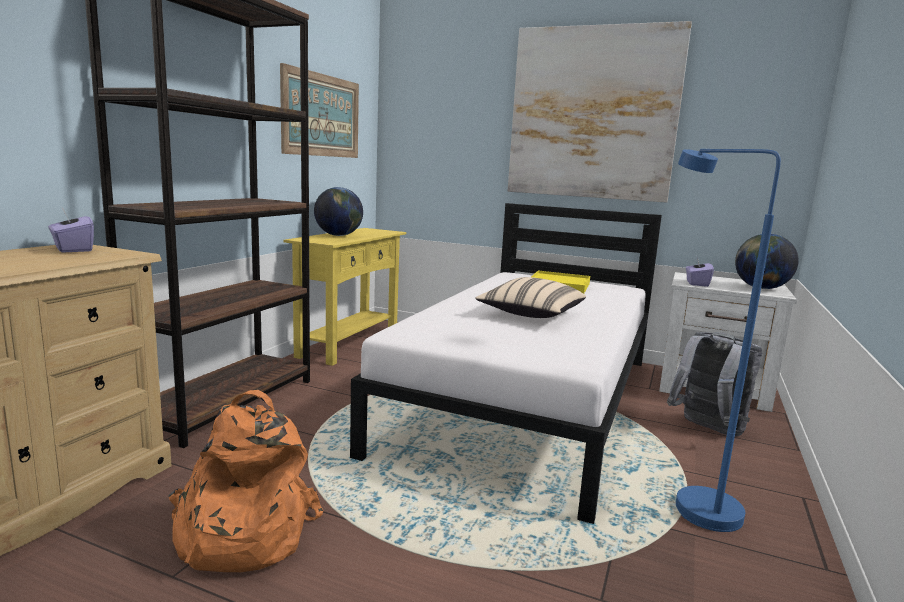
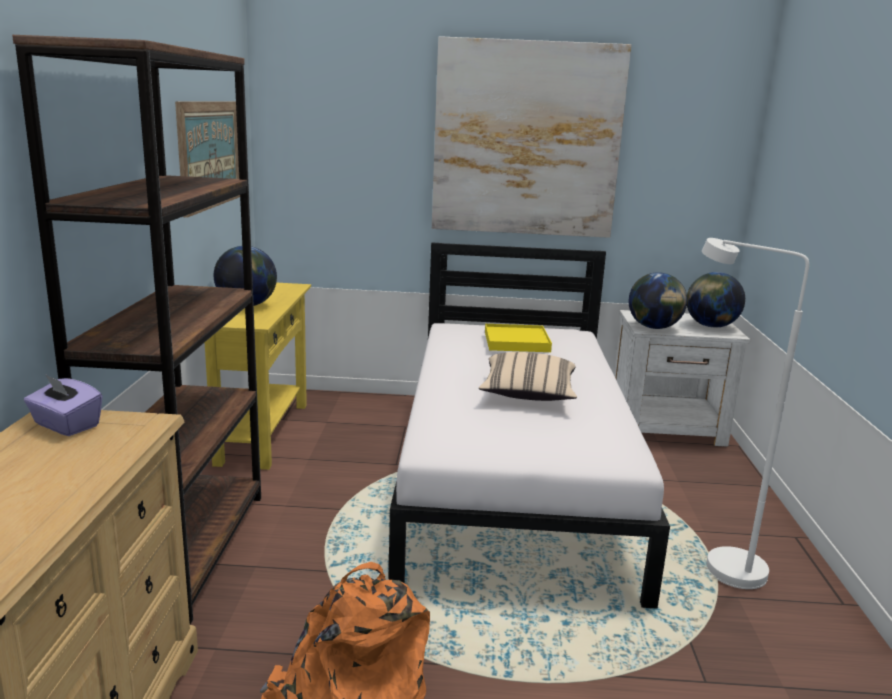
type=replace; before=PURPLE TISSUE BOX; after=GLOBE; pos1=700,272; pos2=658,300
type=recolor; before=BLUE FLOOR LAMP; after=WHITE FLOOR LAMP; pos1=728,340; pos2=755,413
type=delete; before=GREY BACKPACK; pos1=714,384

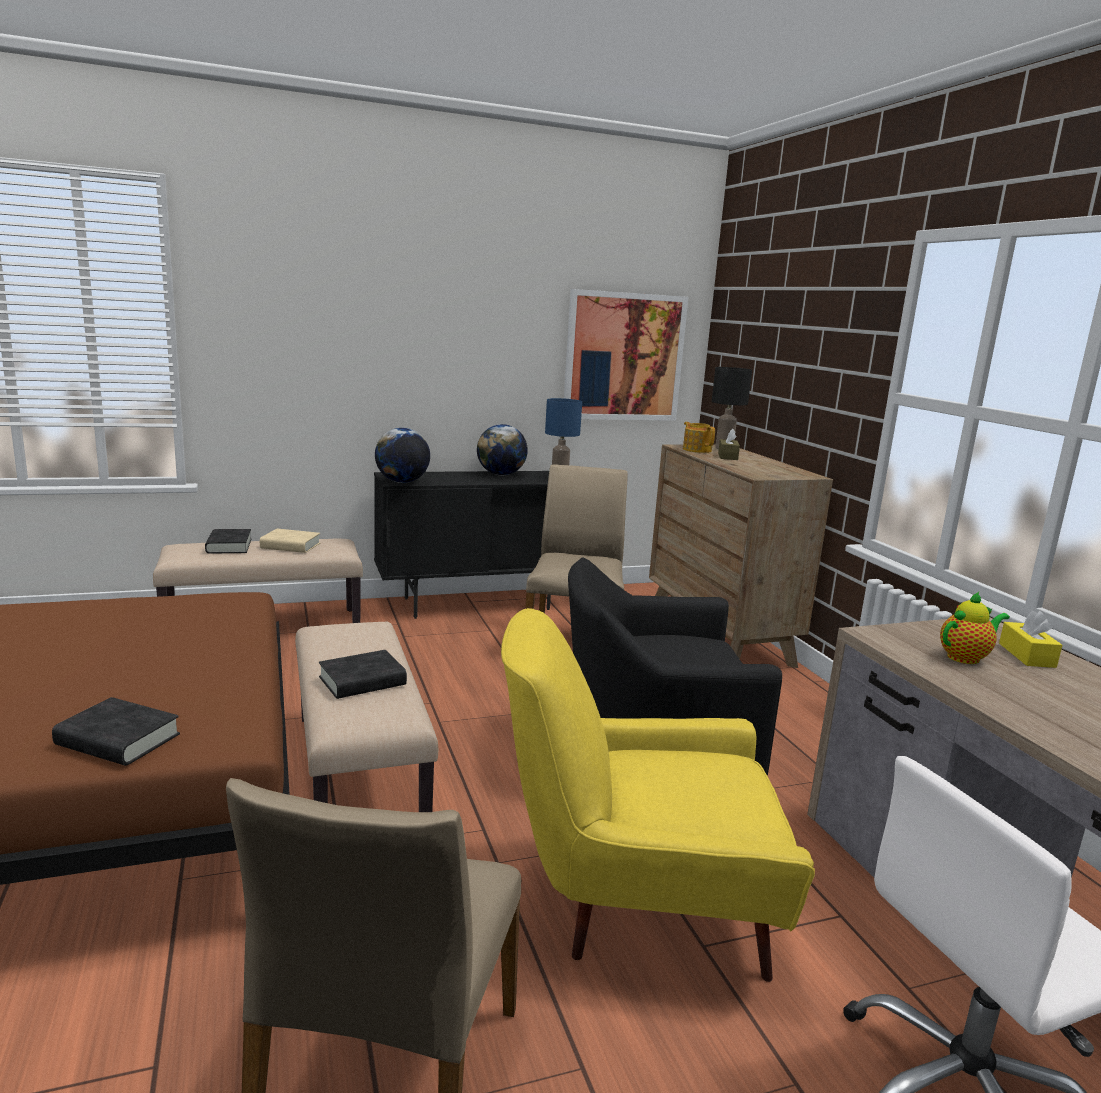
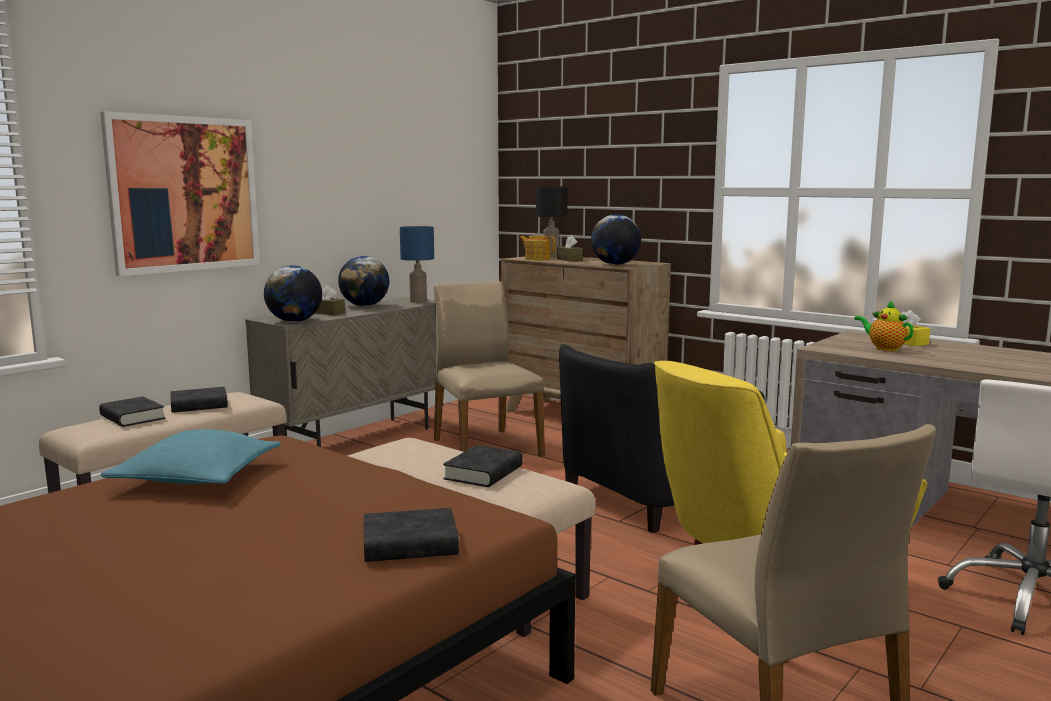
type=move; before=PICTURE; pos1=626,355; pos2=180,193
type=insert; after=TURQUOISE PILLOW; pos2=190,456
type=recolor; before=BEIGE BOOK; after=BLACK BOOK; pos1=290,541; pos2=199,400
type=recolor; before=BLACK CABINET; after=BEIGE CABINET; pos1=462,545; pos2=341,372
type=insert; after=BROWN TISSUE BOX; pos2=329,300
type=insert; after=GLOBE; pos2=616,239
type=rotate; before=TEAPOT; pos1=975,628; pos2=884,325; turn=-75

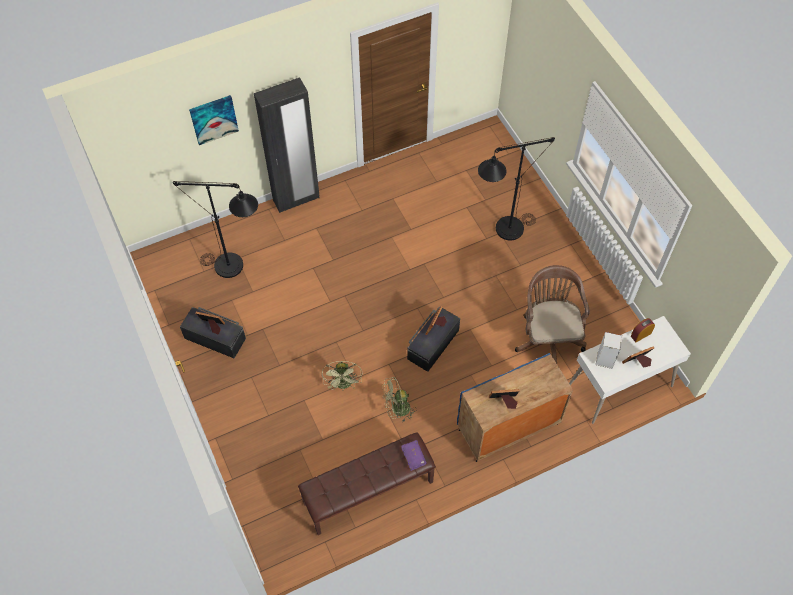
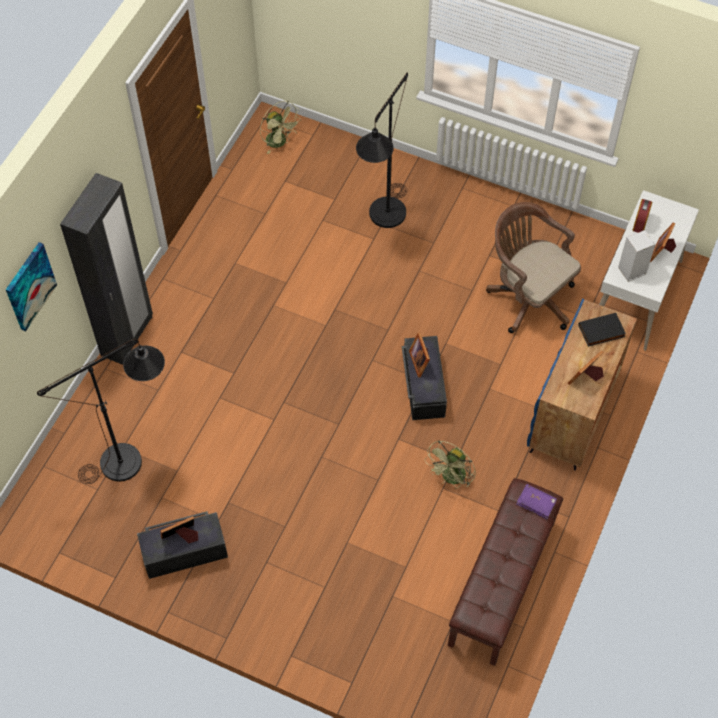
type=move; before=GREEN FAN; pos1=342,375; pos2=281,127
type=insert; after=BLACK BOOK; pos2=602,330

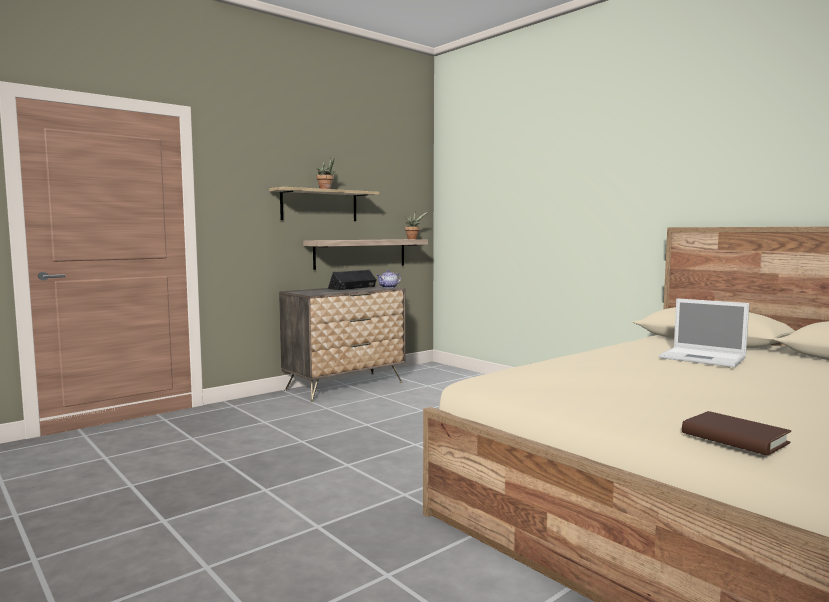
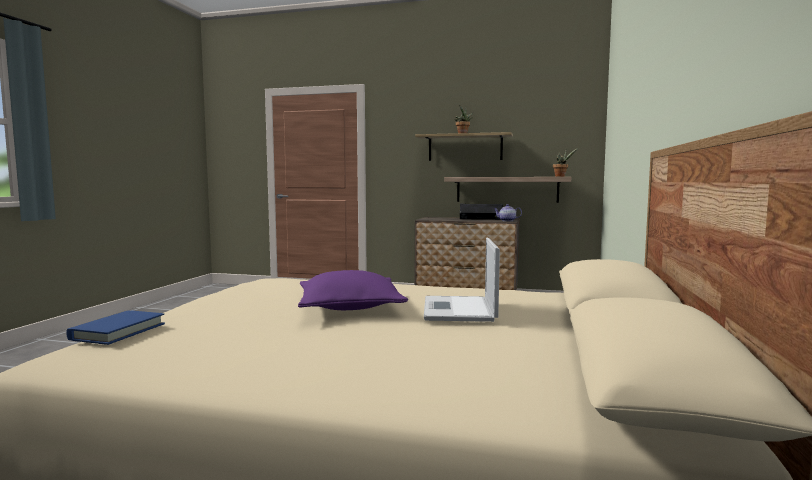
type=recolor; before=BROWN BOOK; after=BLUE BOOK; pos1=736,433; pos2=115,327
type=insert; after=PURPLE PILLOW; pos2=353,290

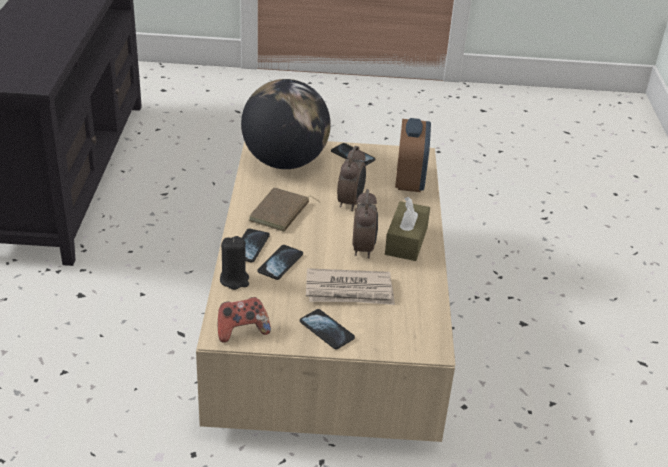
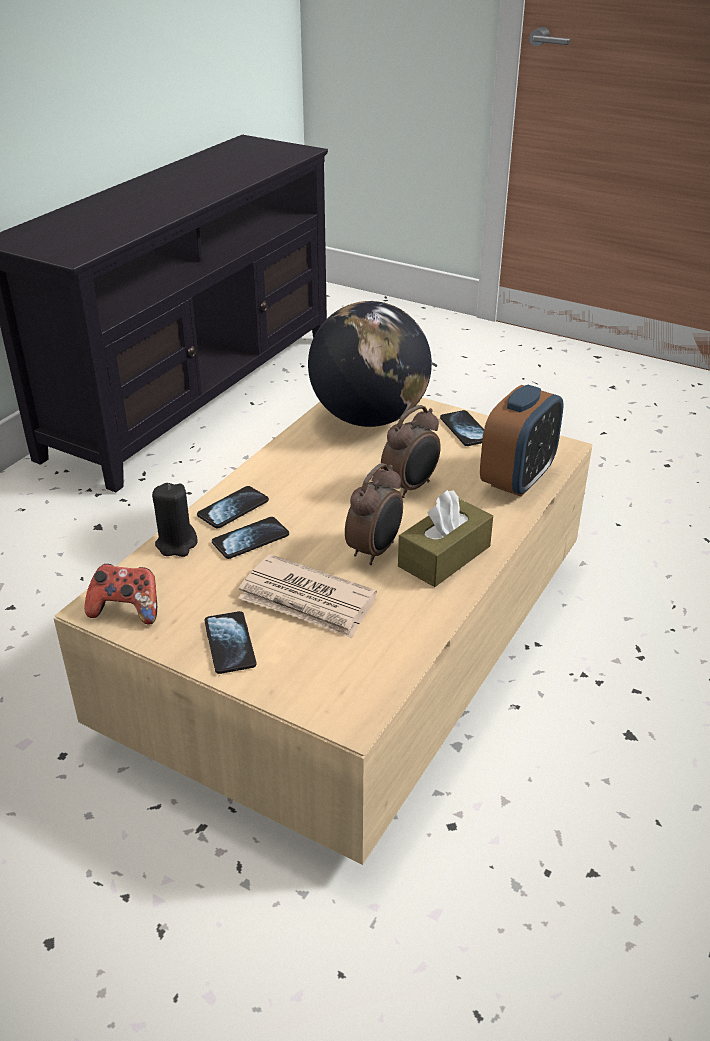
type=delete; before=BROWN BOOK; pos1=284,209

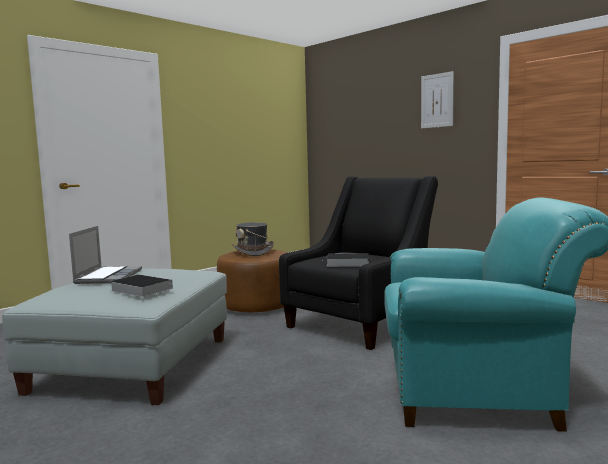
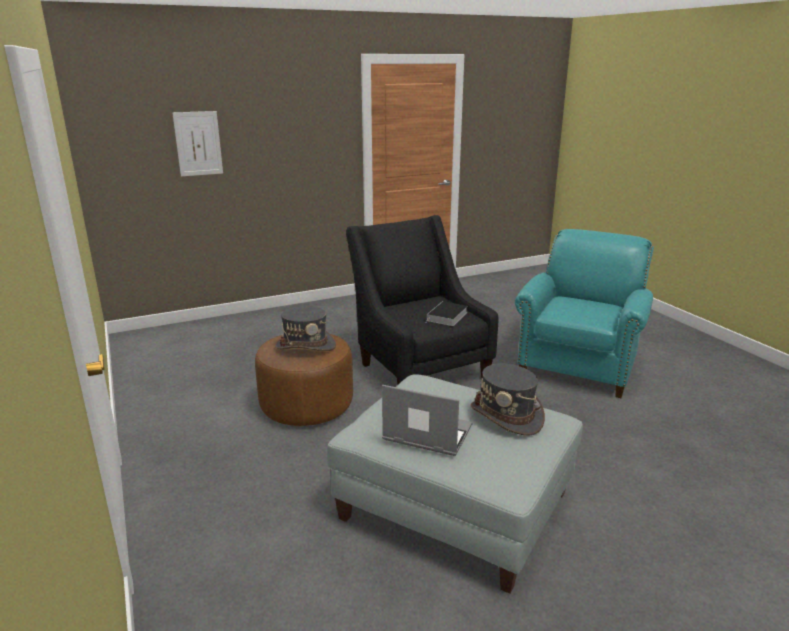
type=move; before=PICTURE; pos1=437,99; pos2=197,144
type=replace; before=BOOK; after=GREY HAT; pos1=141,285; pos2=508,399

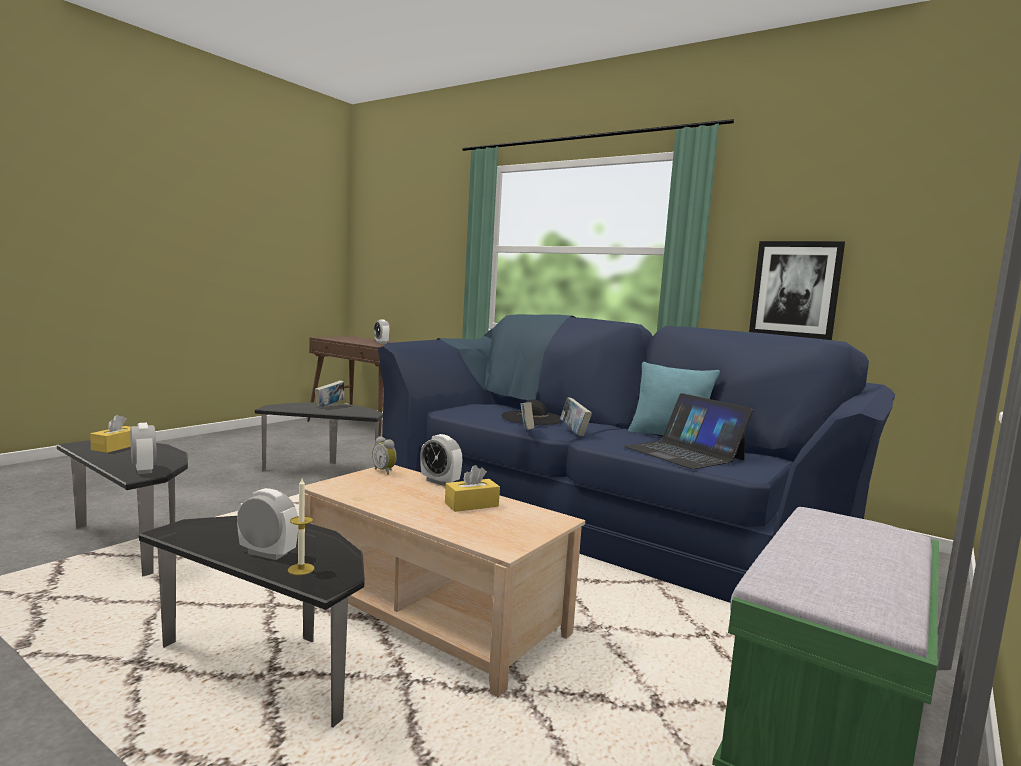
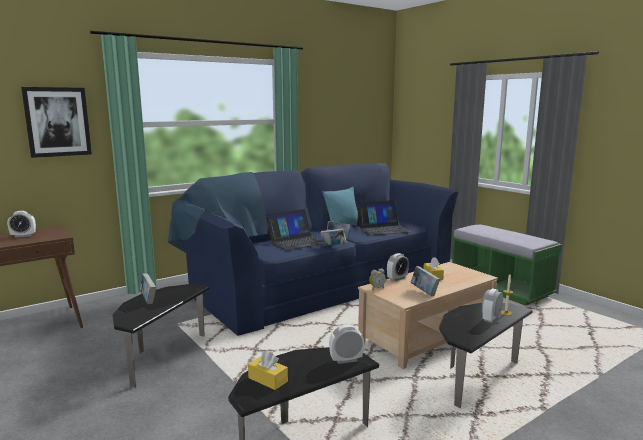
type=move; before=PICTURE; pos1=797,290; pos2=56,122
type=replace; before=BLACK HAT; after=LAPTOP; pos1=531,412; pos2=294,229
type=insert; after=BOOK; pos2=425,281

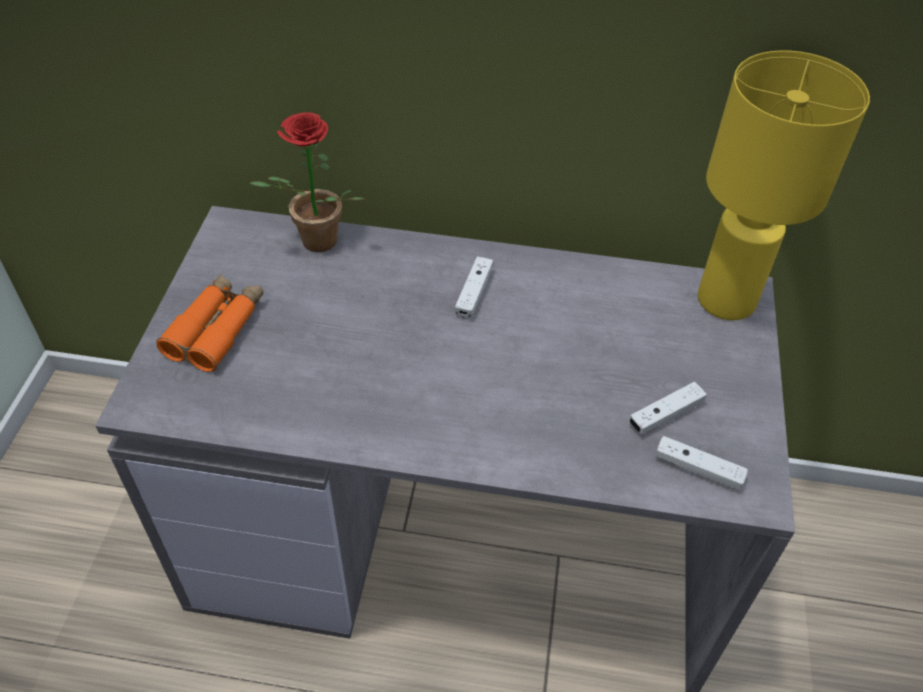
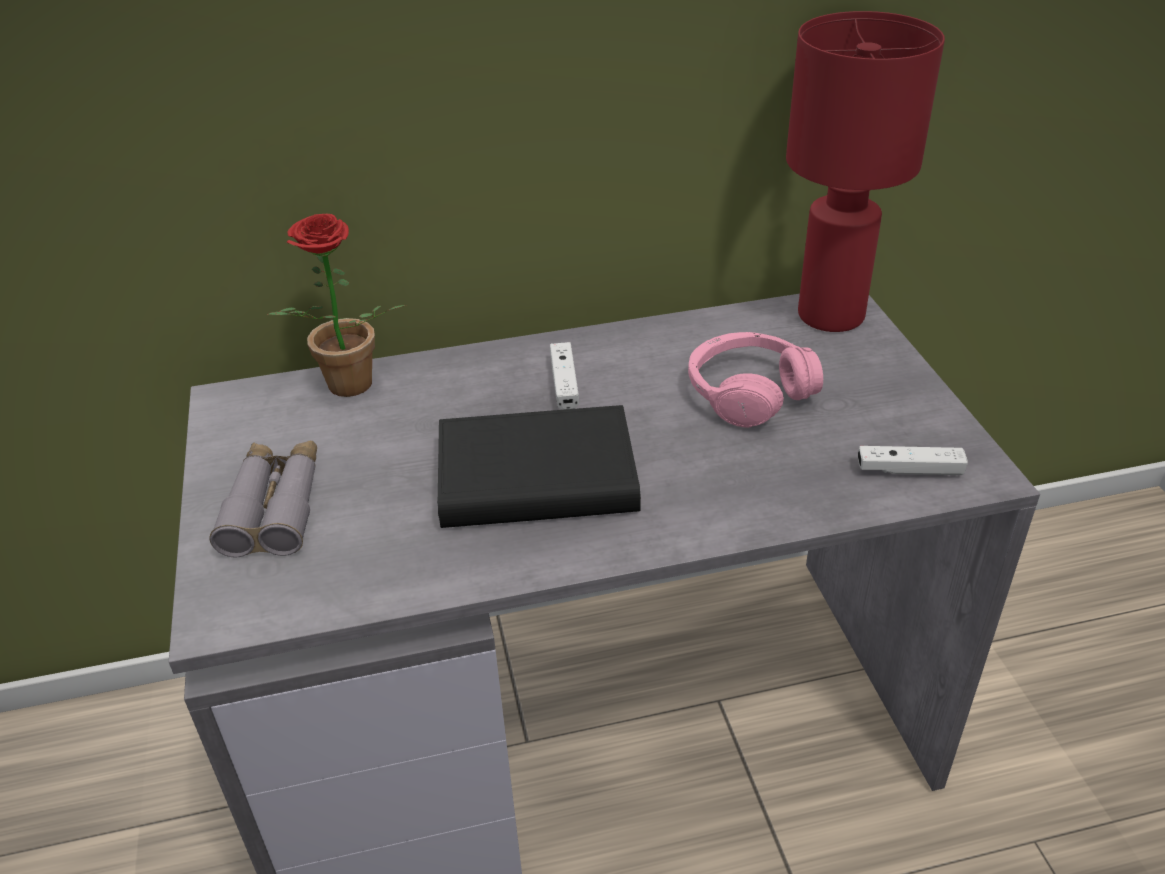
type=recolor; before=ORANGE BINOCULARS; after=GREY BINOCULARS; pos1=210,323; pos2=263,499
type=insert; after=BLACK BOOK; pos2=539,466
type=insert; after=PINK HEADPHONES; pos2=755,380
type=recolor; before=YELLOW TABLE LAMP; after=RED TABLE LAMP; pos1=784,185; pos2=865,171
type=delete; before=WHITE GAME CONTROLLER; pos1=668,408

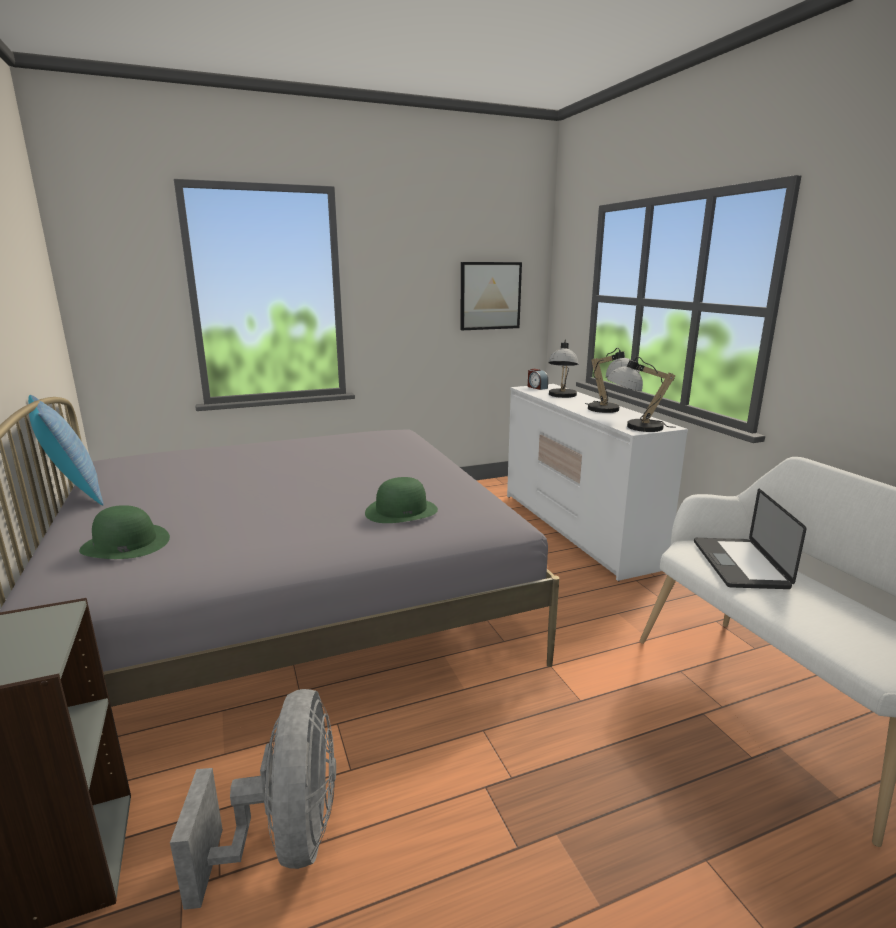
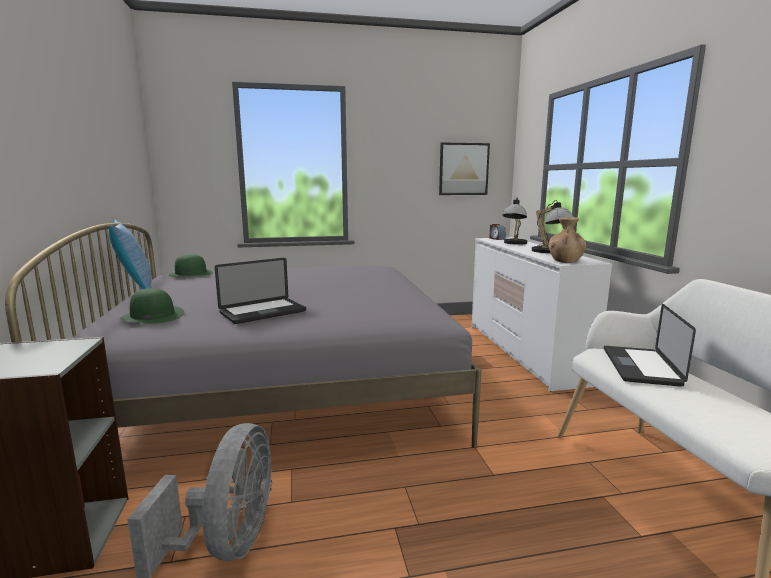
type=move; before=GREEN HAT; pos1=401,500; pos2=190,266
type=insert; after=LAPTOP; pos2=260,291
type=replace; before=TABLE LAMP; after=BROWN VASE; pos1=641,394; pos2=567,240

